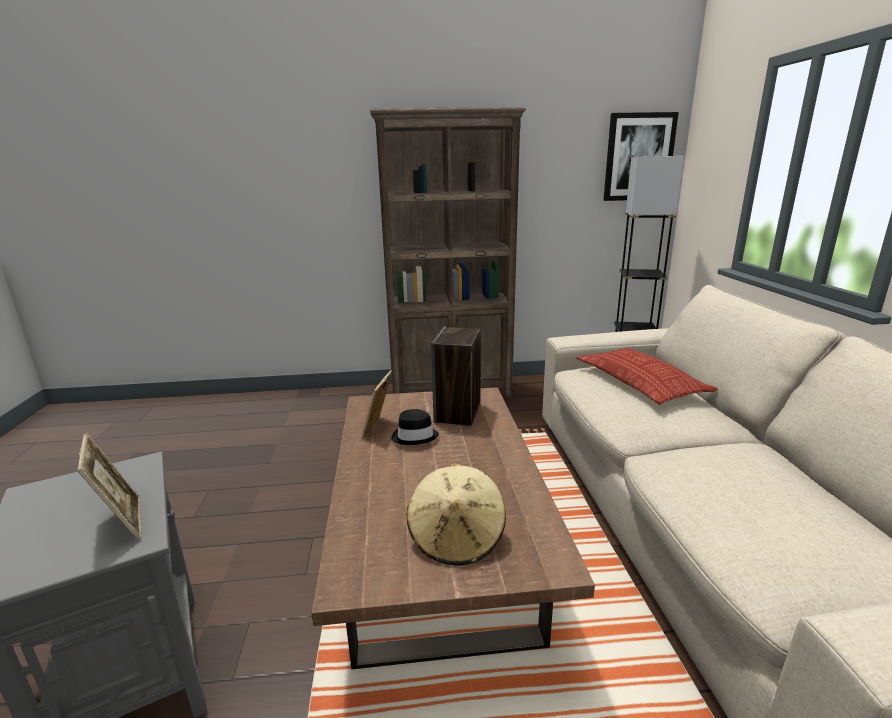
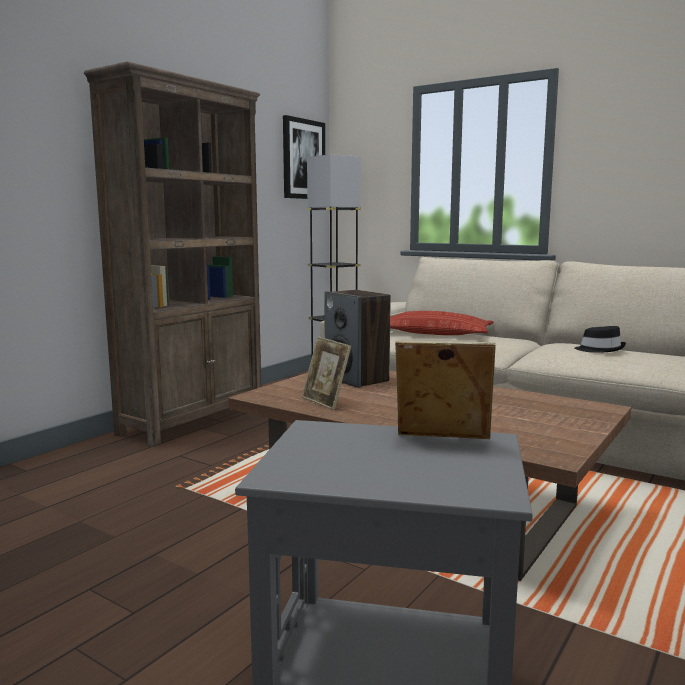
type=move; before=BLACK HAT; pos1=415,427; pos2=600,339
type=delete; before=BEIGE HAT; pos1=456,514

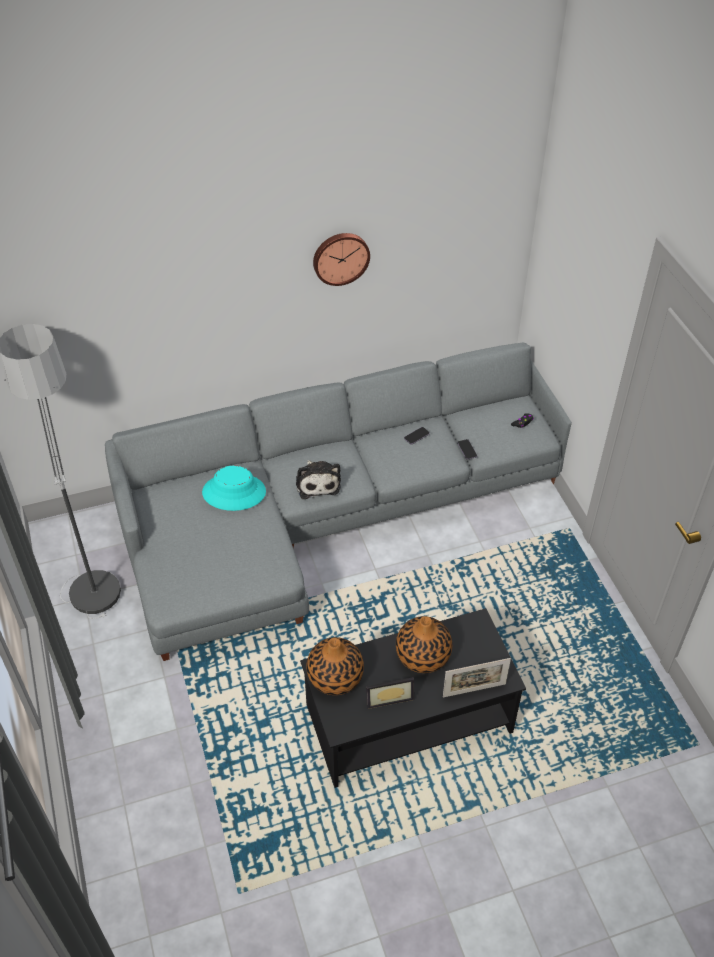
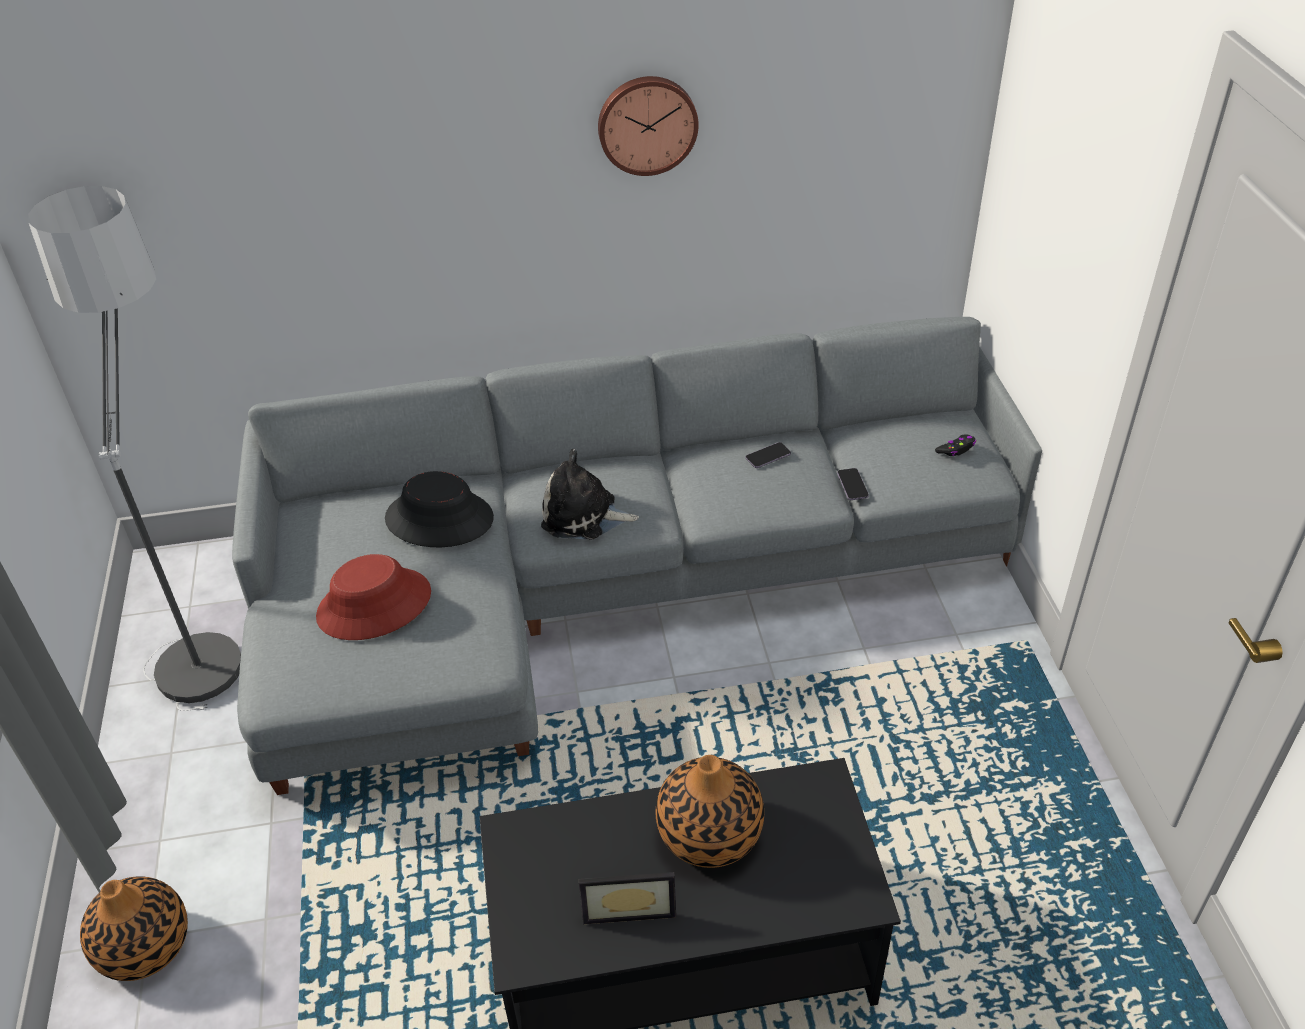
type=move; before=VASE; pos1=335,666; pos2=134,928
type=insert; after=RED HAT; pos2=373,597
type=recolor; before=TURQUOISE HAT; after=BLACK HAT; pos1=234,488; pos2=439,509
type=rotate; before=PLUSH TOY; pos1=318,479; pos2=590,494; turn=105
type=delete; before=PICTURE FRAME; pos1=477,677

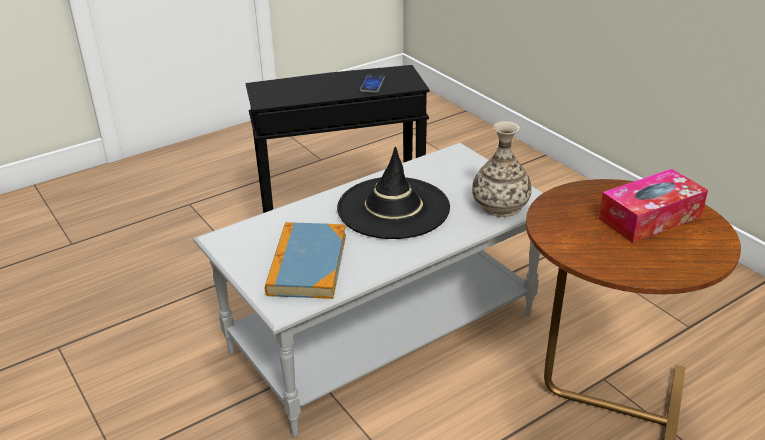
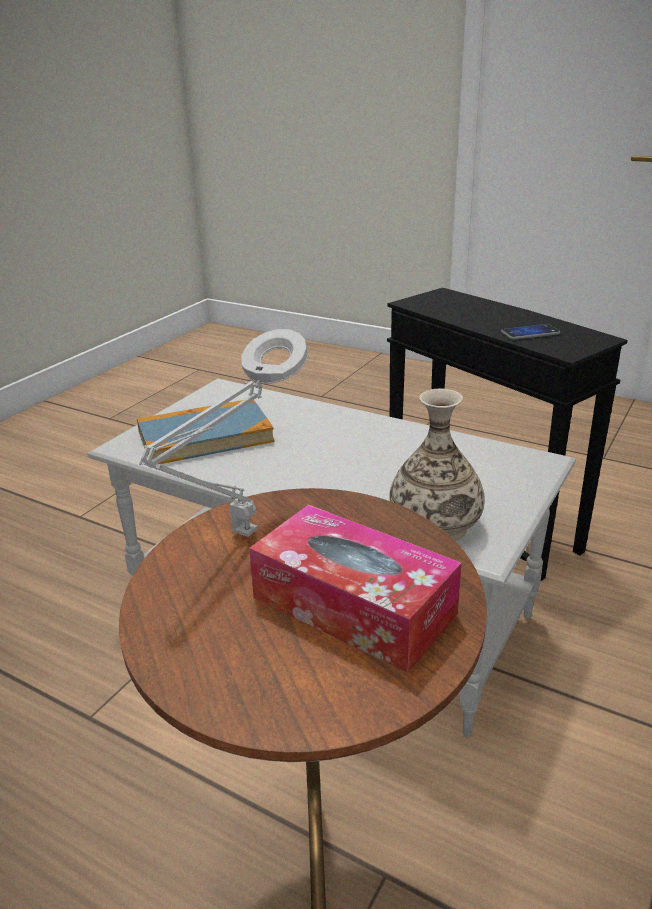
type=insert; after=GREY TABLE LAMP; pos2=224,433
type=delete; before=BLACK HAT; pos1=393,192

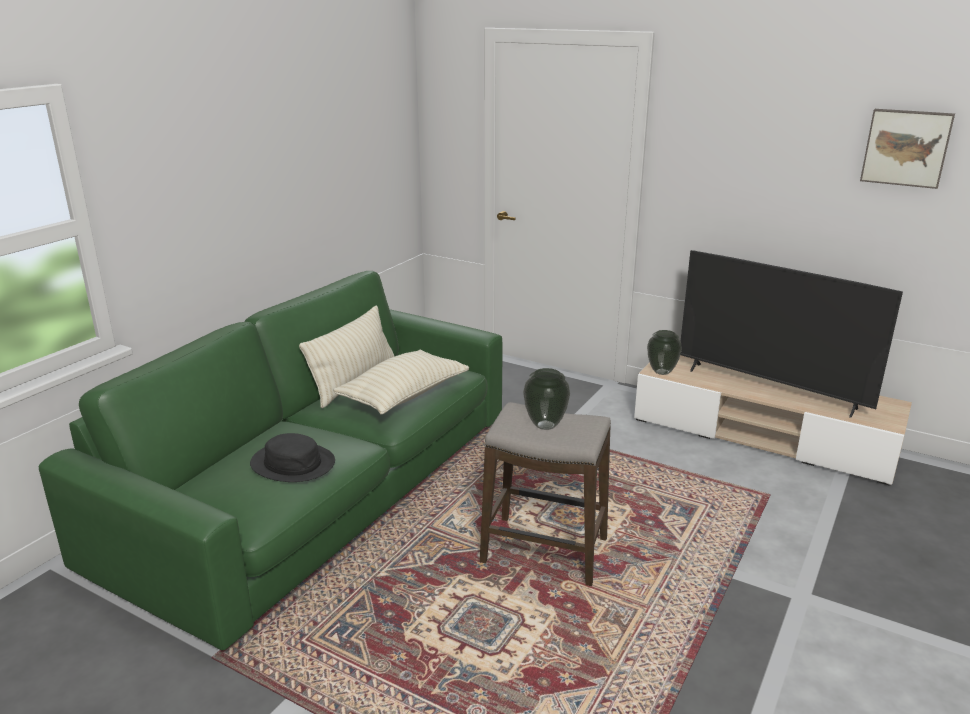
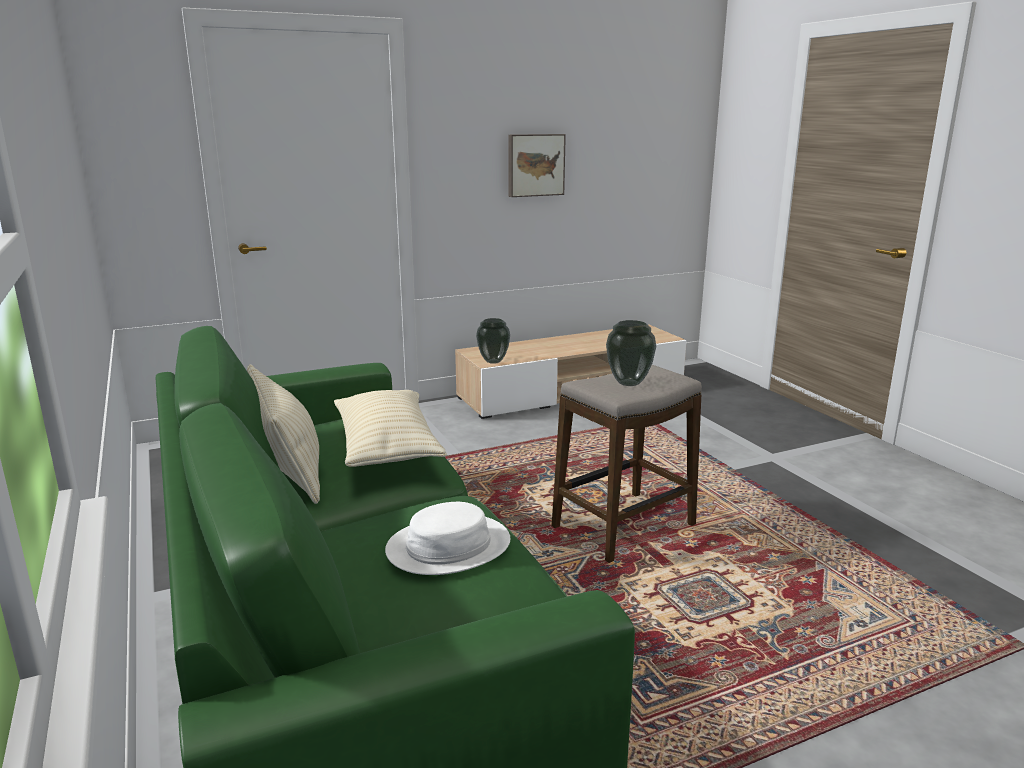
type=recolor; before=BLACK HAT; after=WHITE HAT; pos1=292,457; pos2=448,538
type=move; before=PICTURE; pos1=907,149; pos2=537,165
type=delete; before=TELEVISION; pos1=791,334

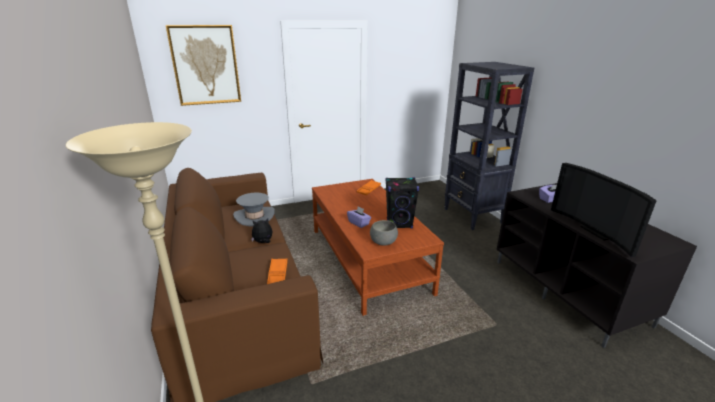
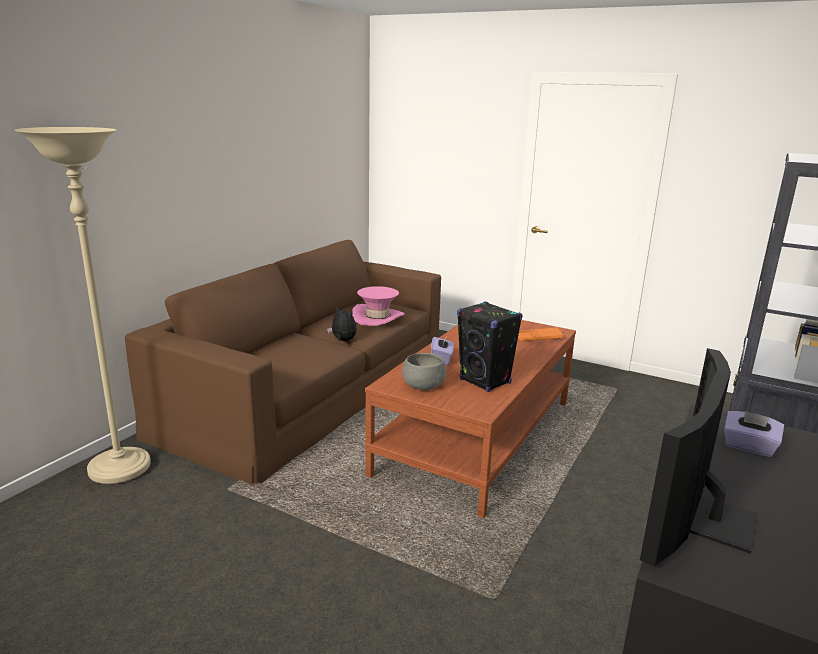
type=recolor; before=GREY HAT; after=PINK HAT; pos1=254,209; pos2=378,306
type=delete; before=PICTURE; pos1=203,65
type=delete; before=ORANGE TRAY; pos1=277,271

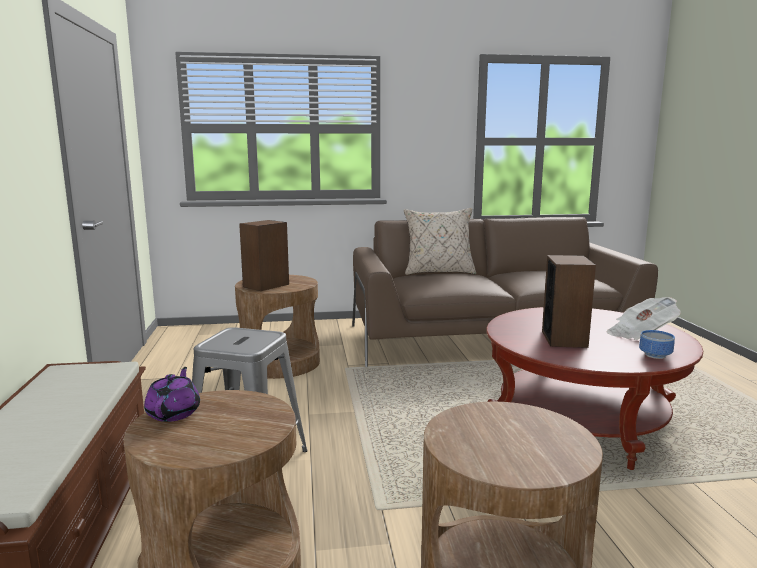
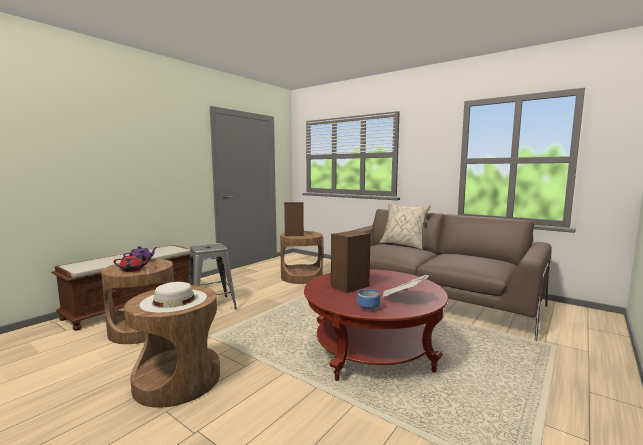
type=insert; after=RED TEAPOT; pos2=132,262
type=insert; after=WHITE HAT; pos2=173,297

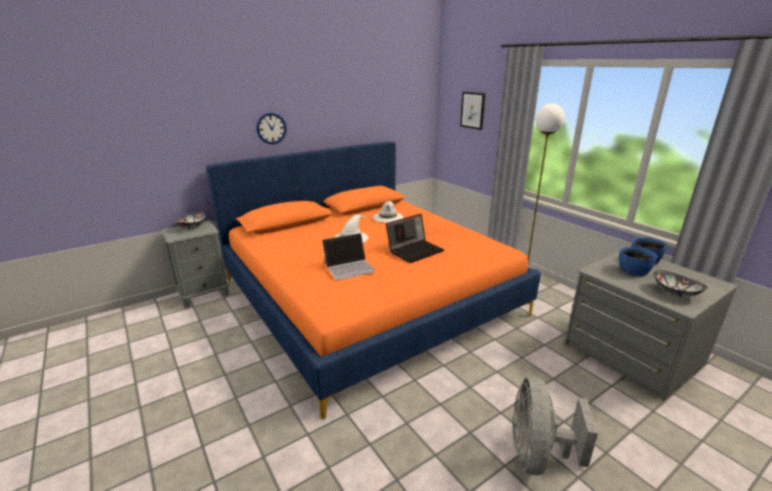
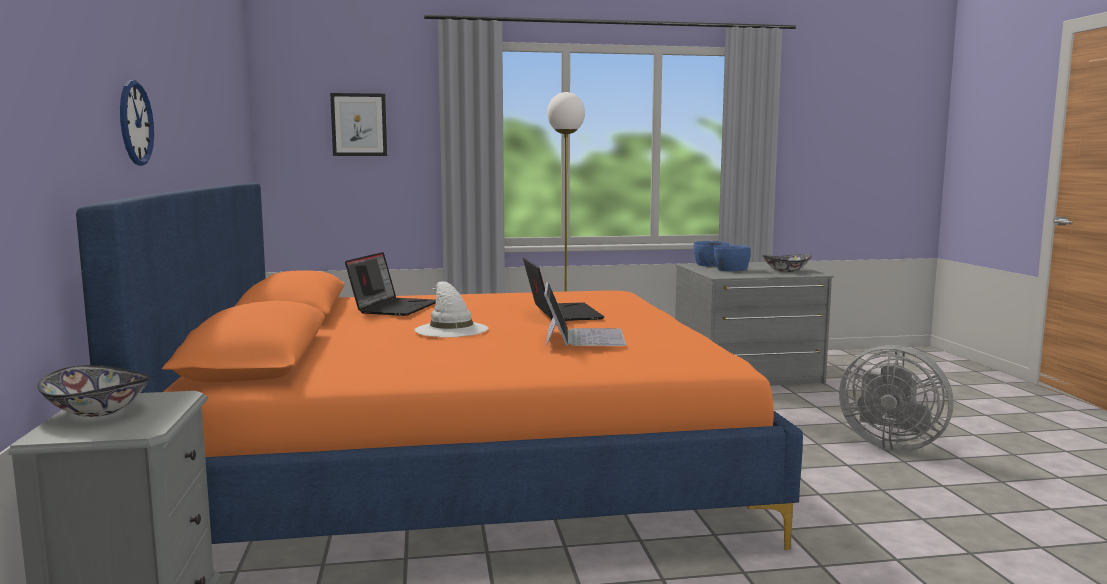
type=replace; before=WHITE HAT; after=LAPTOP; pos1=388,212; pos2=390,284

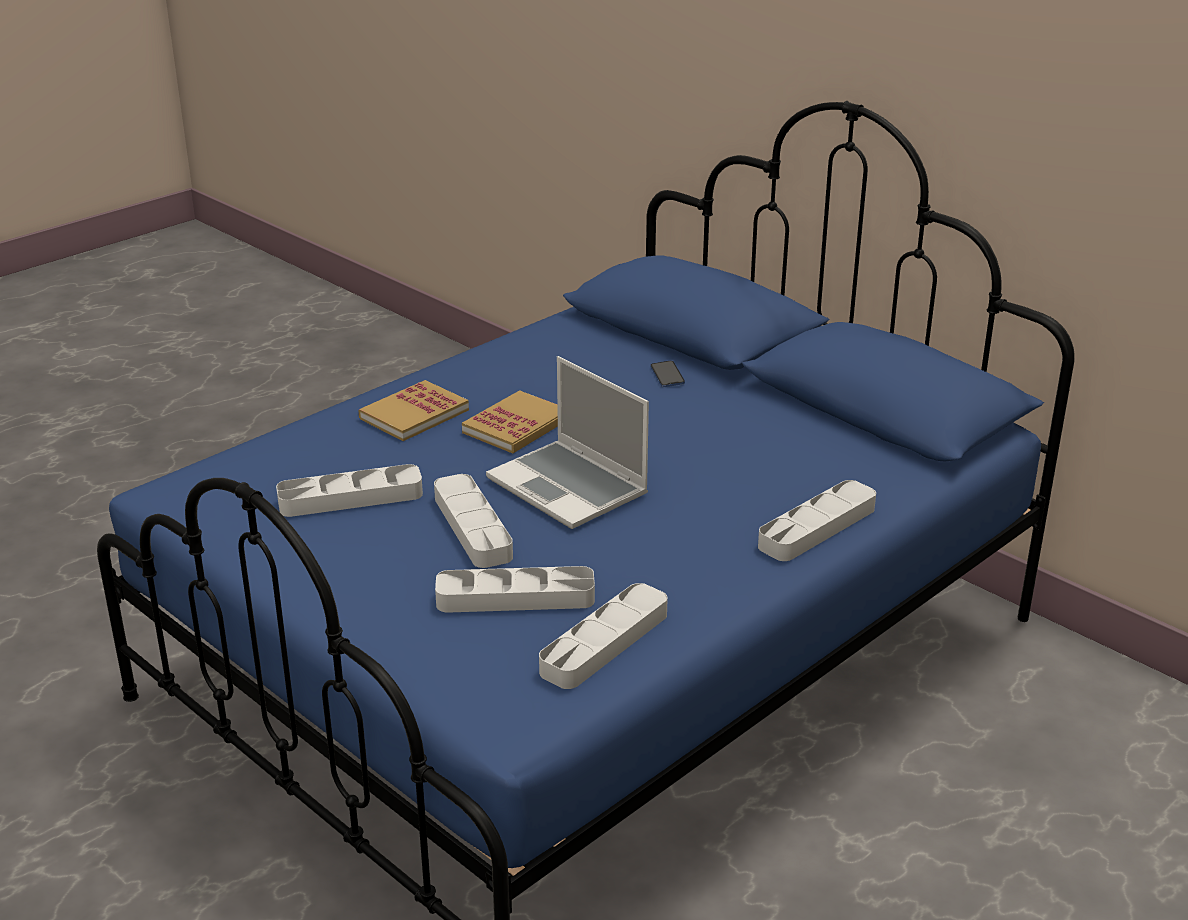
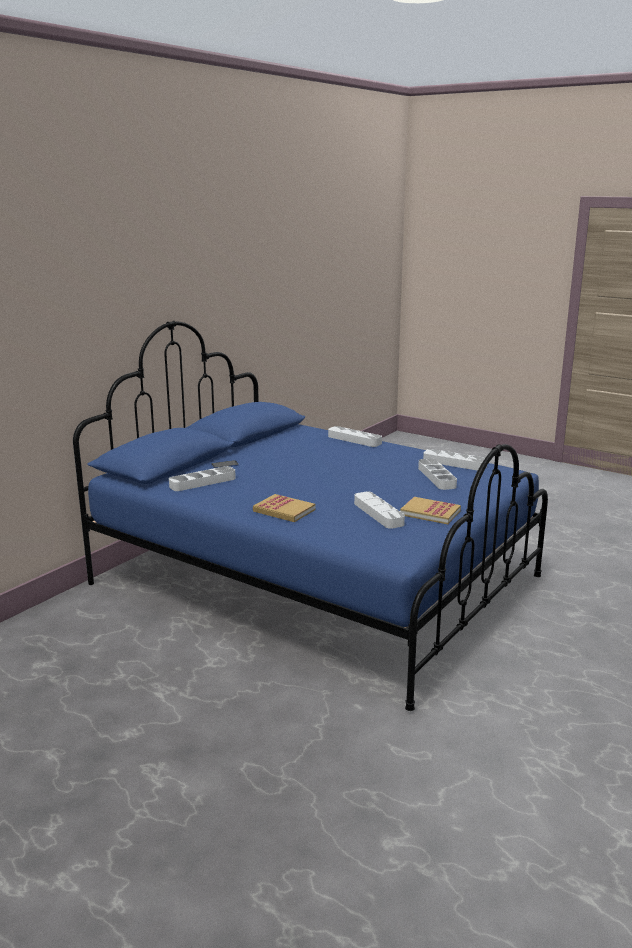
type=move; before=GREY TRAY; pos1=473,521; pos2=202,478
type=move; before=BOOK; pos1=510,421; pos2=430,510
type=delete; before=LAPTOP; pos1=567,442

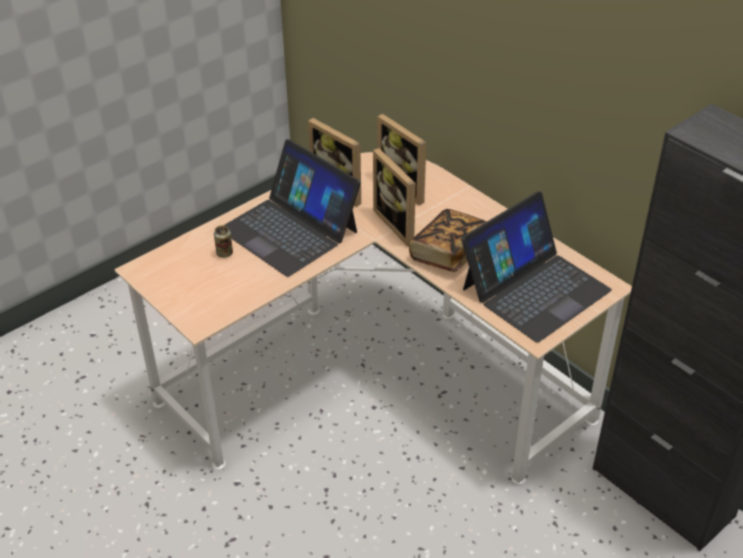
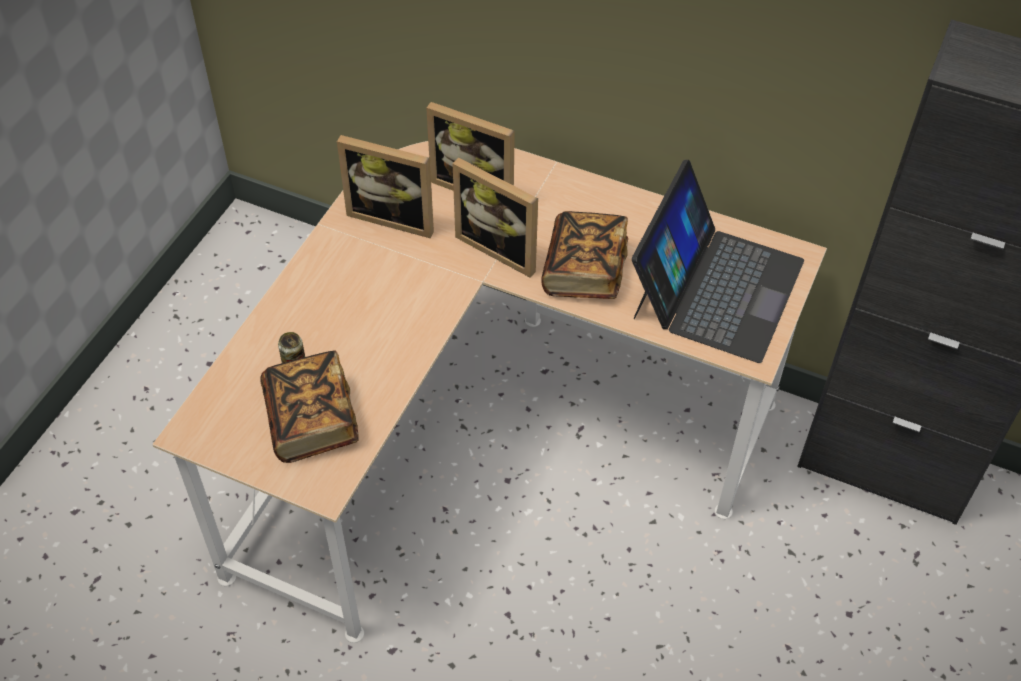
type=insert; after=BOOK; pos2=309,406
type=delete; before=LAPTOP; pos1=292,208

